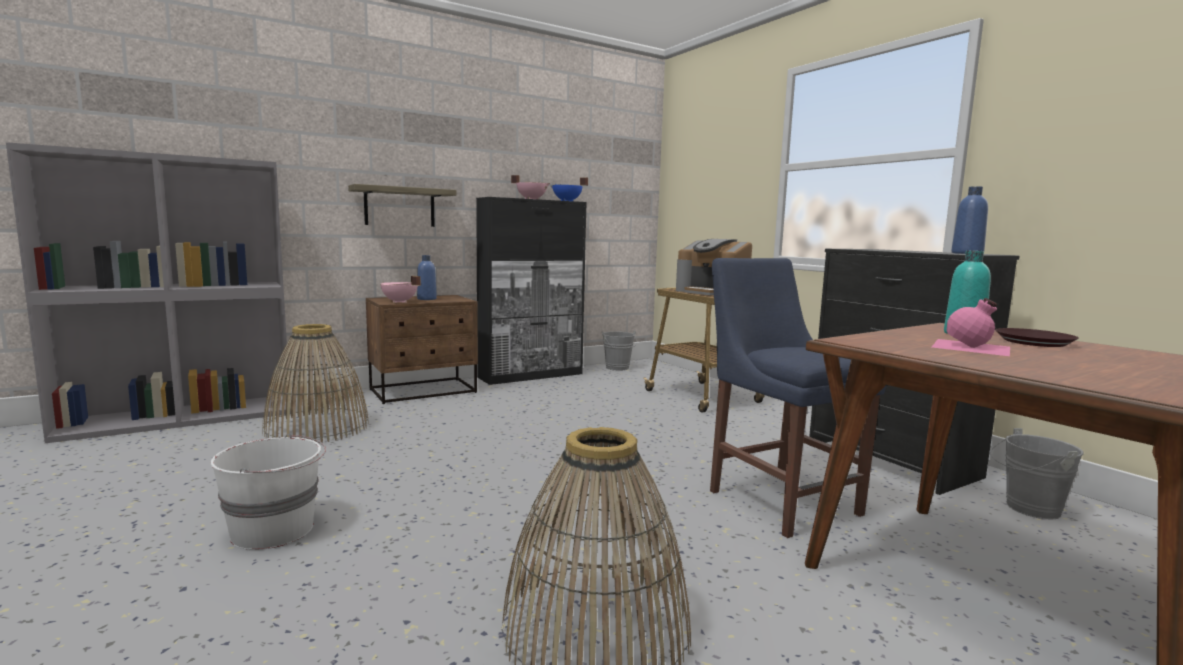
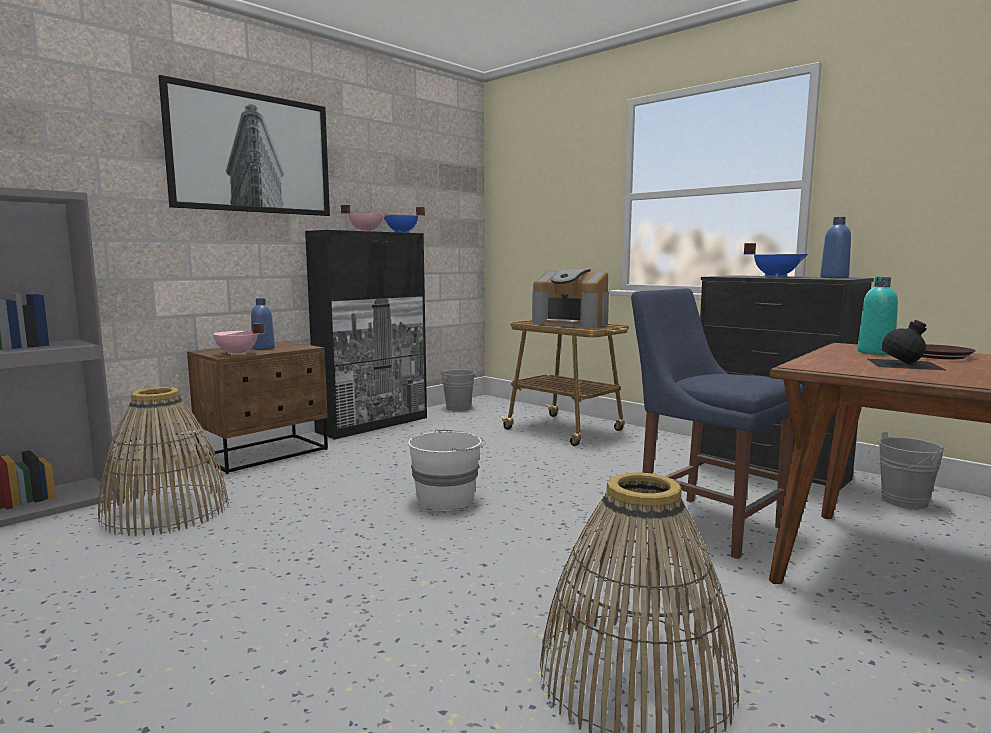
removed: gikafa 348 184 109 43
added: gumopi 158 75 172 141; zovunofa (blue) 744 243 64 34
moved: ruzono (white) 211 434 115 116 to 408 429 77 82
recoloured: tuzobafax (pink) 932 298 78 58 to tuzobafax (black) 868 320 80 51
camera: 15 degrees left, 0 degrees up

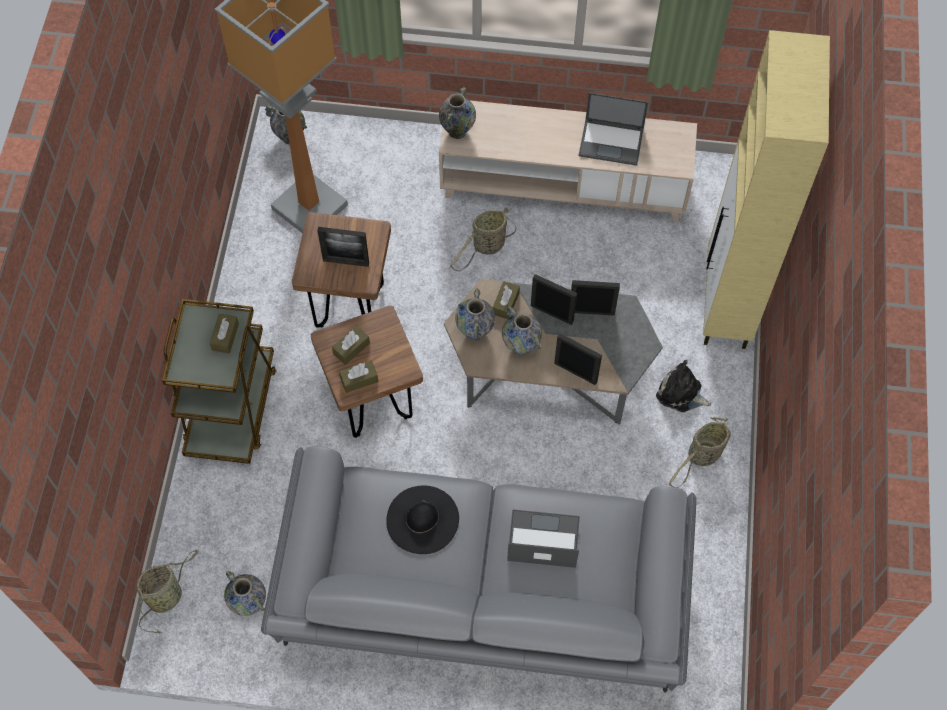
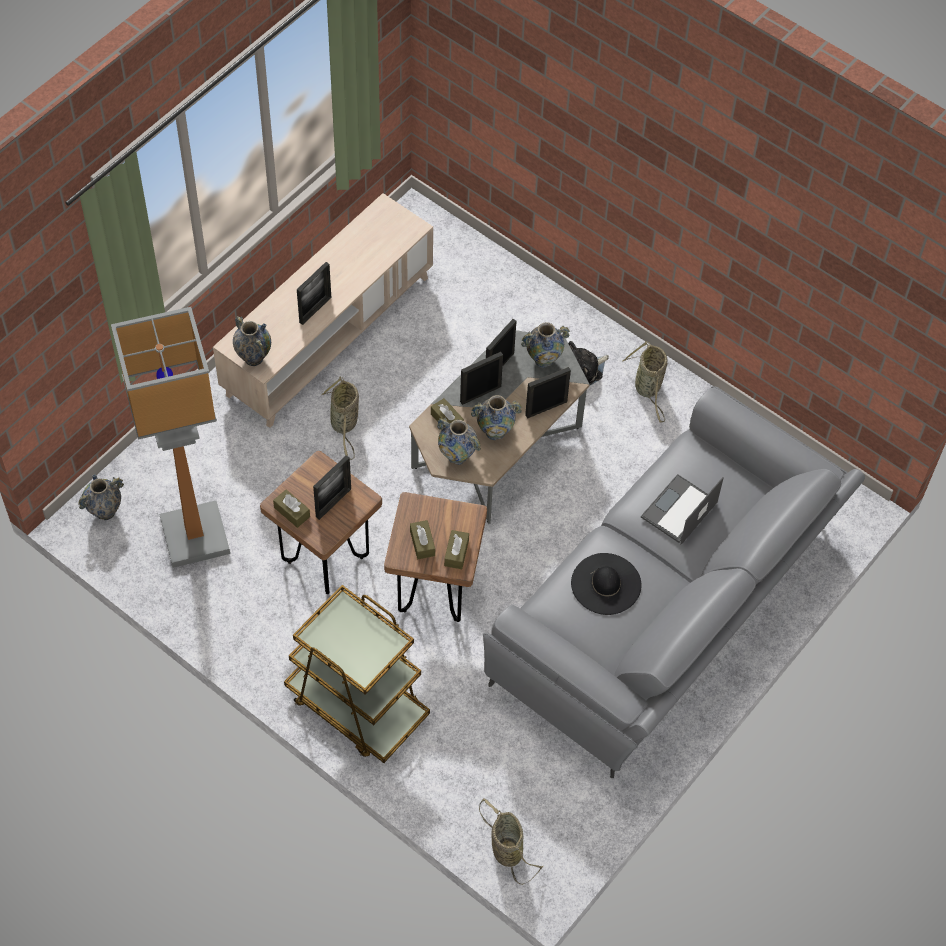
removed: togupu 579 92 69 74; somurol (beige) 703 30 127 319
added: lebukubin 297 262 34 63
moved: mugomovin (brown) 210 314 29 40 to 273 489 37 39; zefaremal 224 571 42 45 to 521 322 49 46
camera: 60 degrees left, 5 degrees down

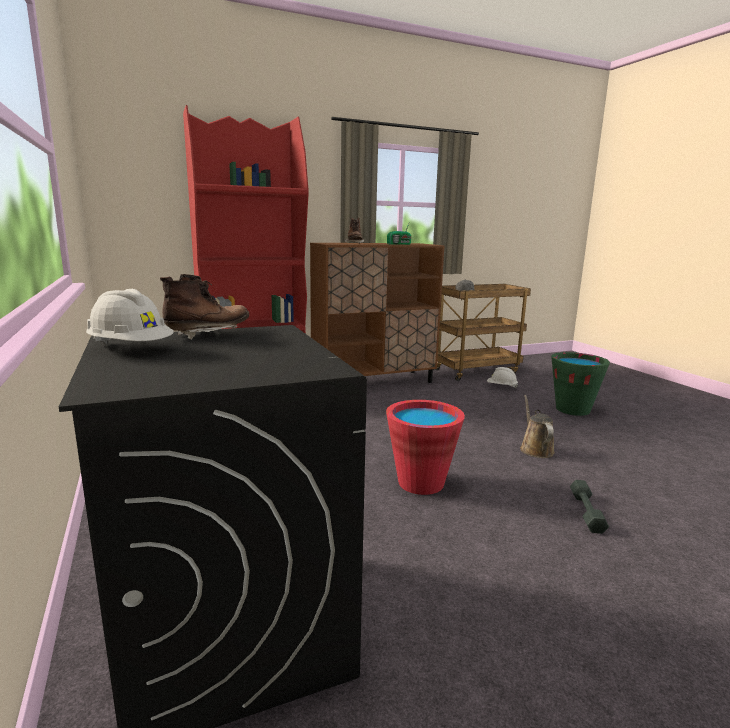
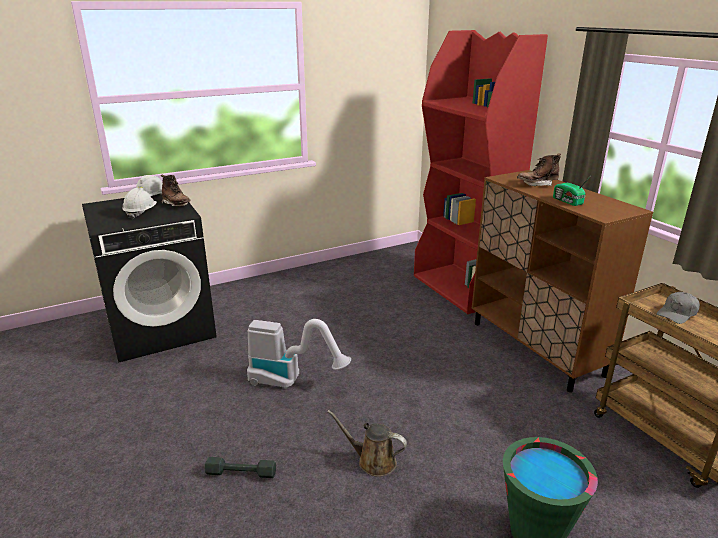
moved: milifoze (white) 487 367 31 21 to 122 188 35 31
replaced: ruzono (red) 386 400 79 95 to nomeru 247 319 104 70
turned: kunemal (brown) 520 395 35 63 = 327 410 80 67 150 degrees counterclockwise
camera: 85 degrees right, 10 degrees up

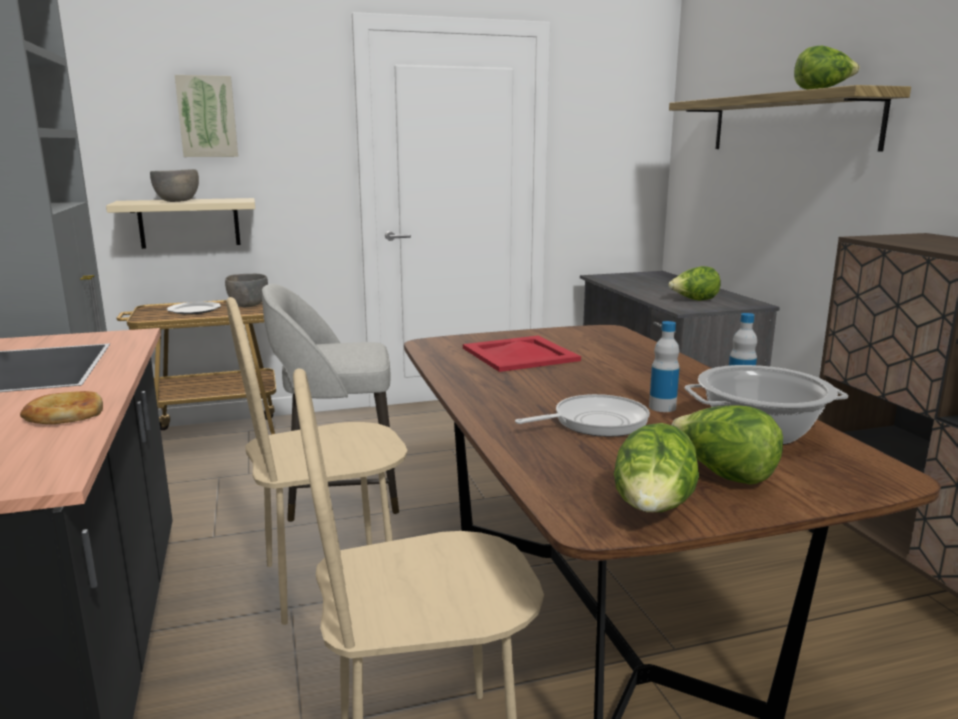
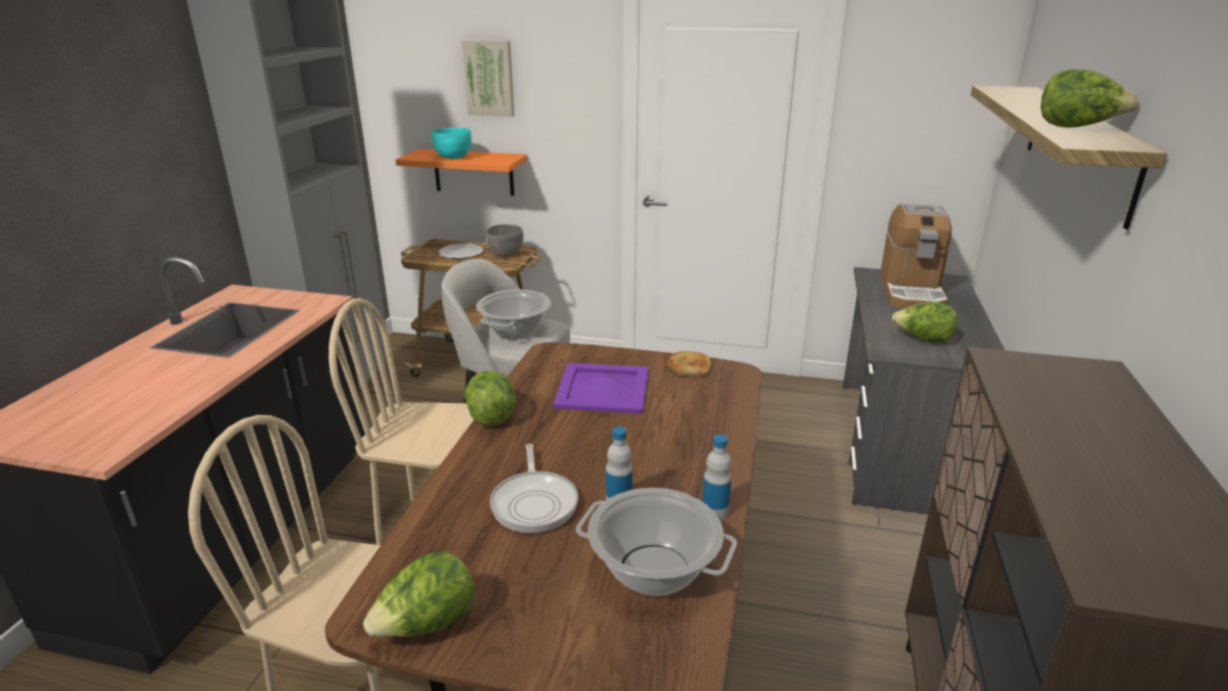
added: zovunofa 476 290 75 49; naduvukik 880 204 72 105
moved: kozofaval 20 391 83 33 to 666 351 45 26; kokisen 672 405 111 80 to 464 371 52 55
recoloured: gikafa (beige) 106 198 149 51 to gikafa (orange) 396 149 131 47; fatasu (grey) 150 169 49 33 to fatasu (turquoise) 431 128 41 31; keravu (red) 463 336 118 36 to keravu (purple) 553 363 96 51
turned: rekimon 515 394 135 43 = 490 444 88 89 75 degrees clockwise
camera: 30 degrees right, 10 degrees up

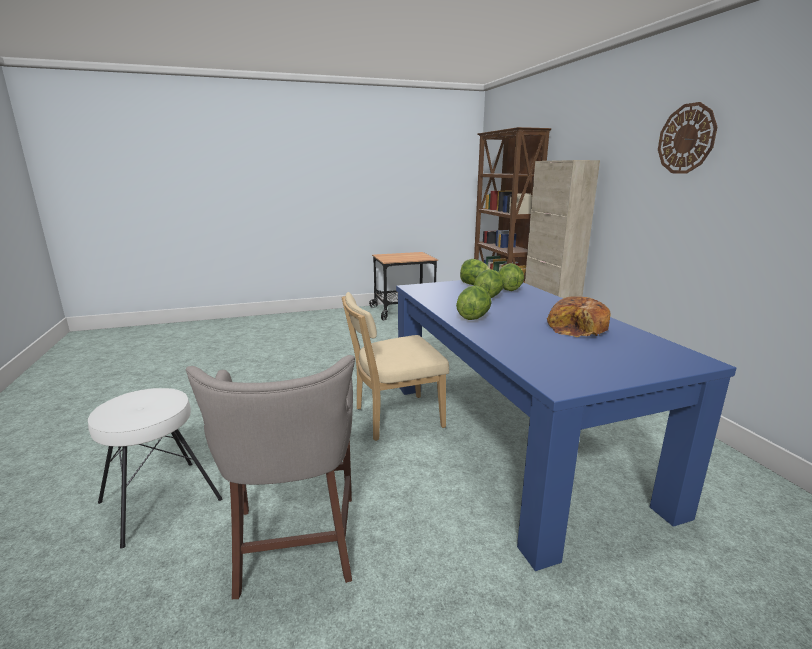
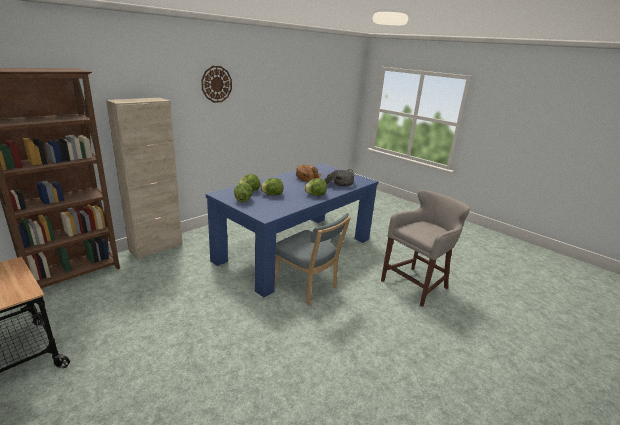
removed: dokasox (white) 88 388 134 161
added: zovunofa 324 169 31 18
recoloured: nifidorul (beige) 342 292 107 149 to nifidorul (blue) 275 213 76 92
camera: 120 degrees left, 5 degrees up

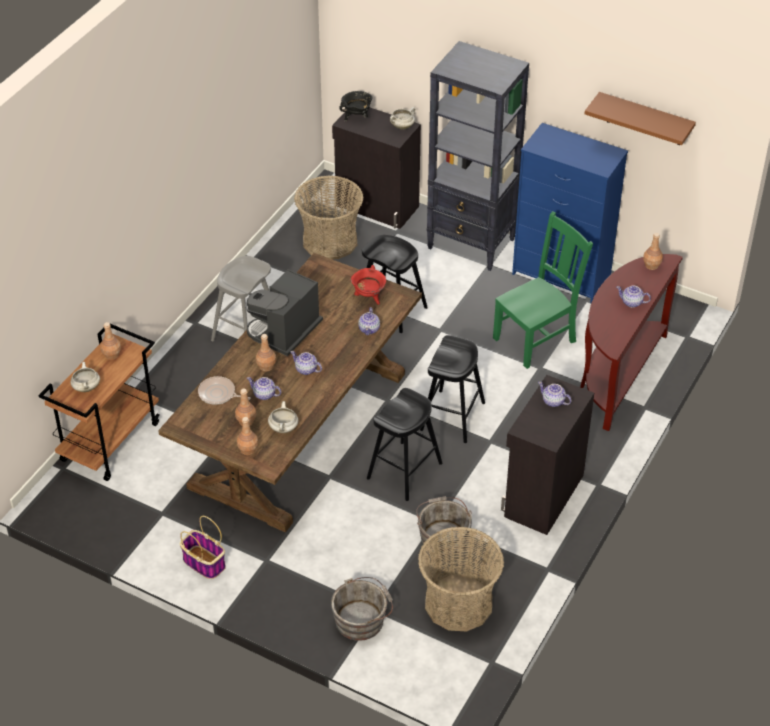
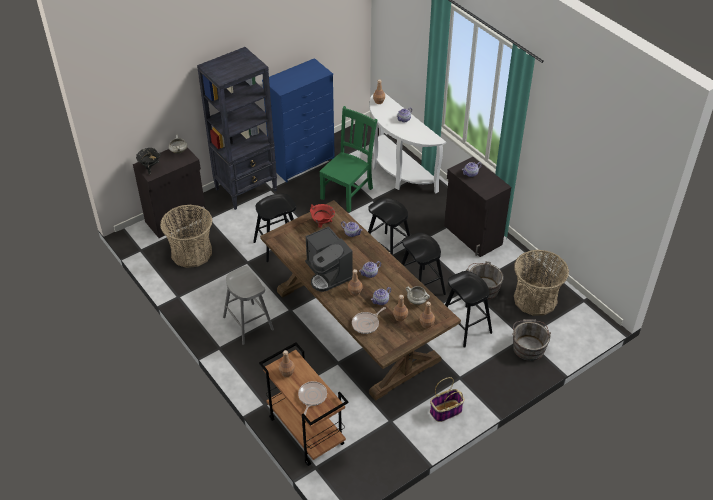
removed: gikafa (brown) 584 92 112 53
added: dokasox (black) 445 271 47 77
replaced: zovunofa (white) 71 362 29 30 to rekimon 298 381 29 35
recoloured: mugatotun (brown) 580 254 103 177 to mugatotun (white) 369 93 77 100
turned: nifidorul (green) 493 211 100 158 = 319 106 58 106 45 degrees clockwise
camera: 65 degrees left, 0 degrees up

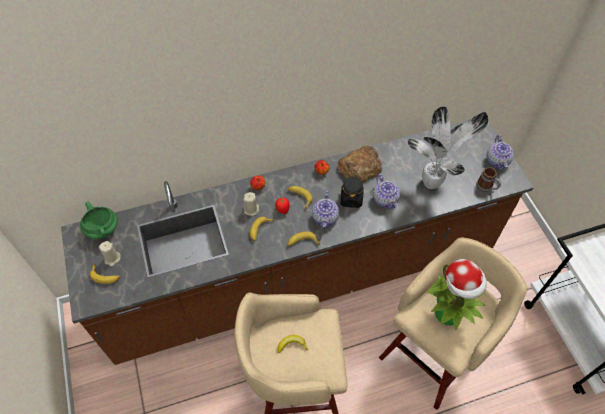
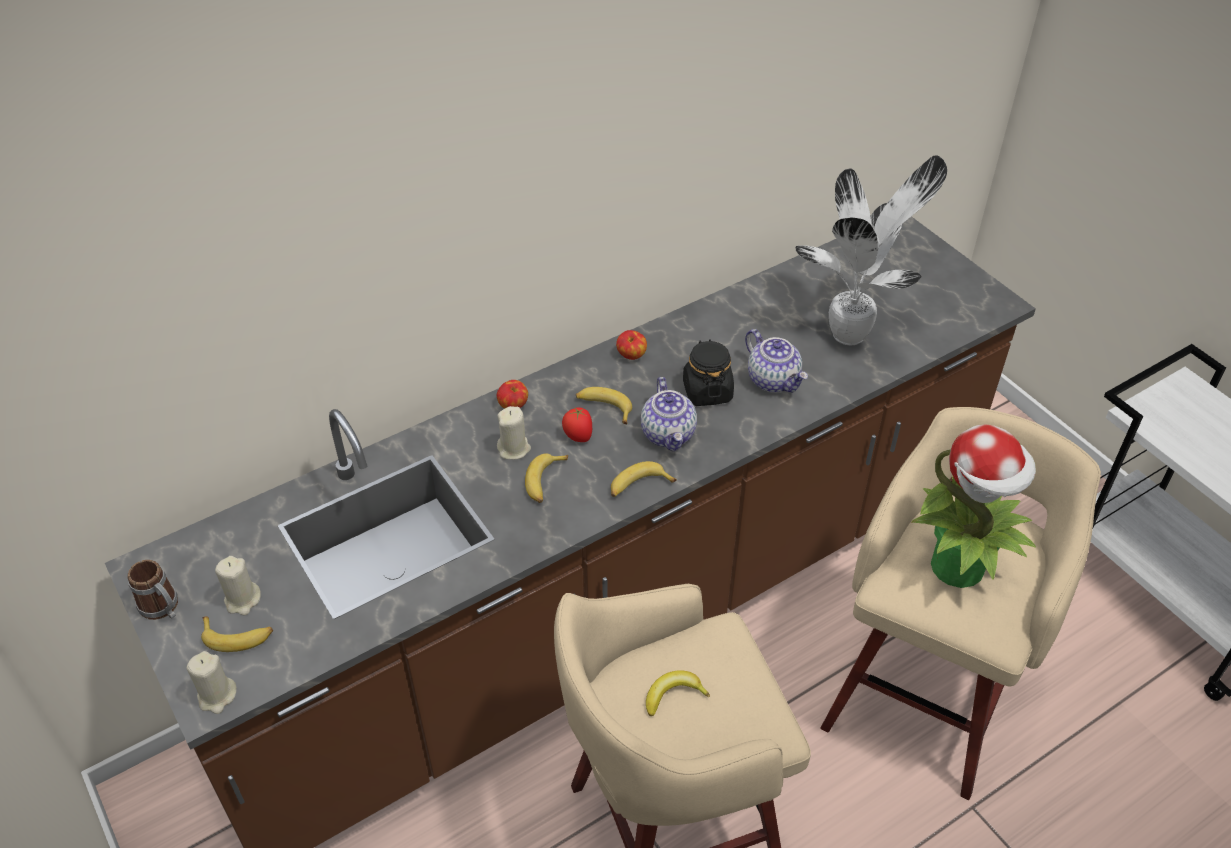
removed: zovunofa (green) 80 202 38 37; kozofaval 337 146 45 37; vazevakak 486 135 28 35
added: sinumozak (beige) 186 651 51 63
moved: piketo 476 167 25 26 to 128 560 50 60
camera: 15 degrees left, 10 degrees down

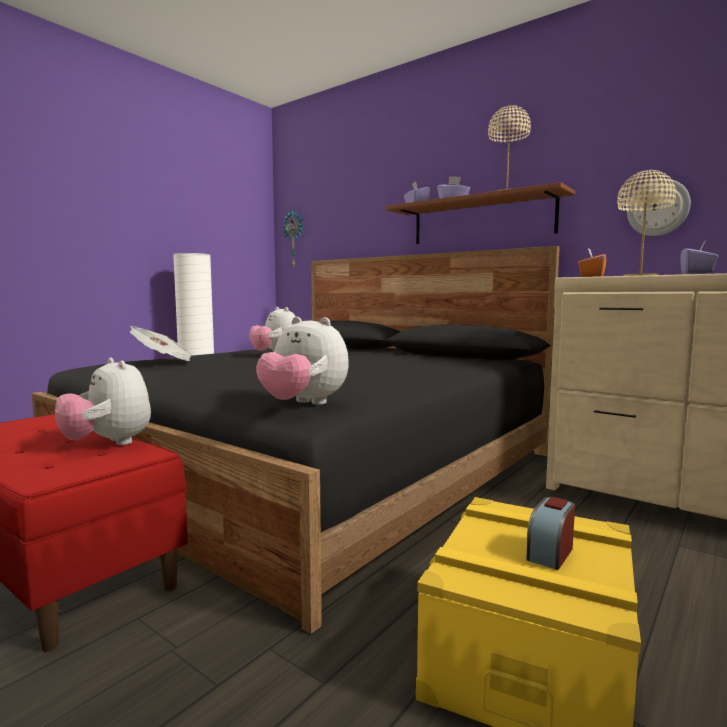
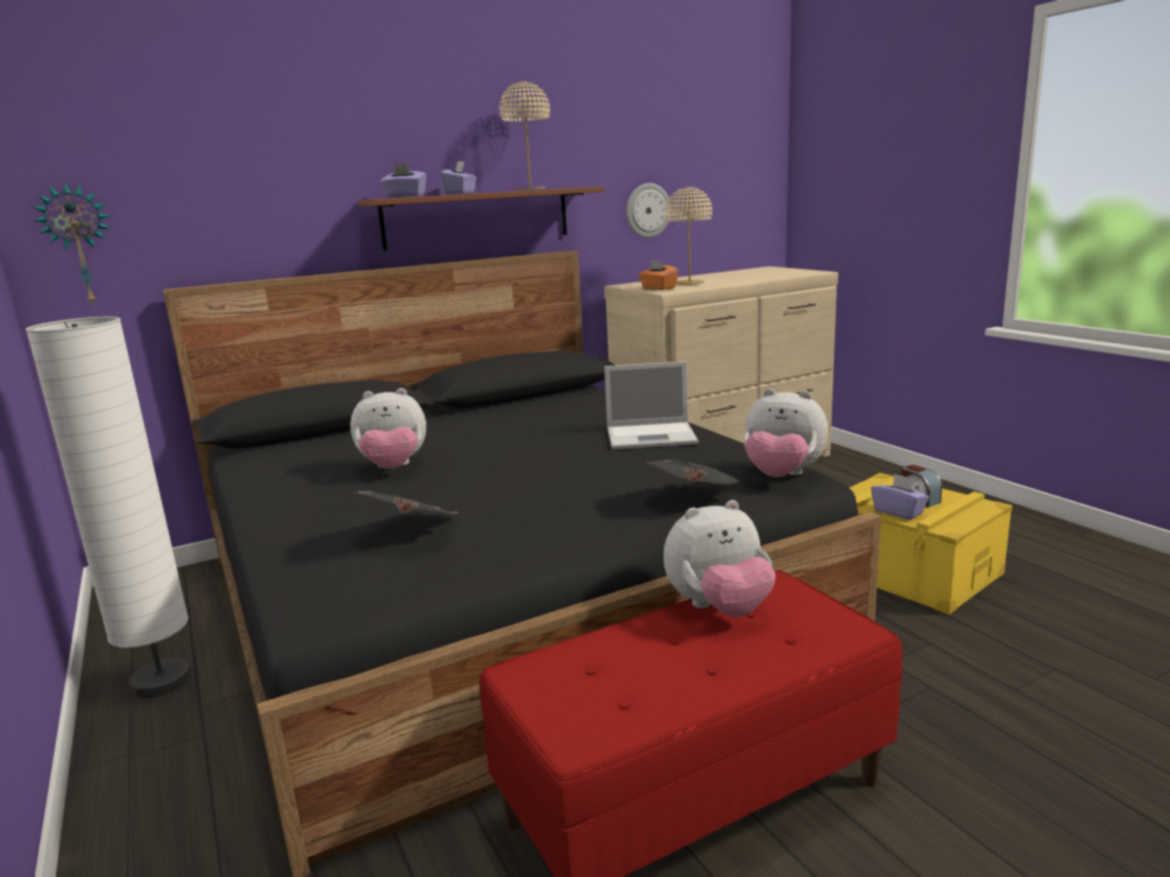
added: togupu 604 361 95 88; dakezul 645 460 94 25
moved: mugomovin (purple) 680 240 39 34 to 871 474 58 46
turned: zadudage 256 317 93 88 = 744 388 84 89 60 degrees clockwise
camera: 65 degrees left, 10 degrees up

